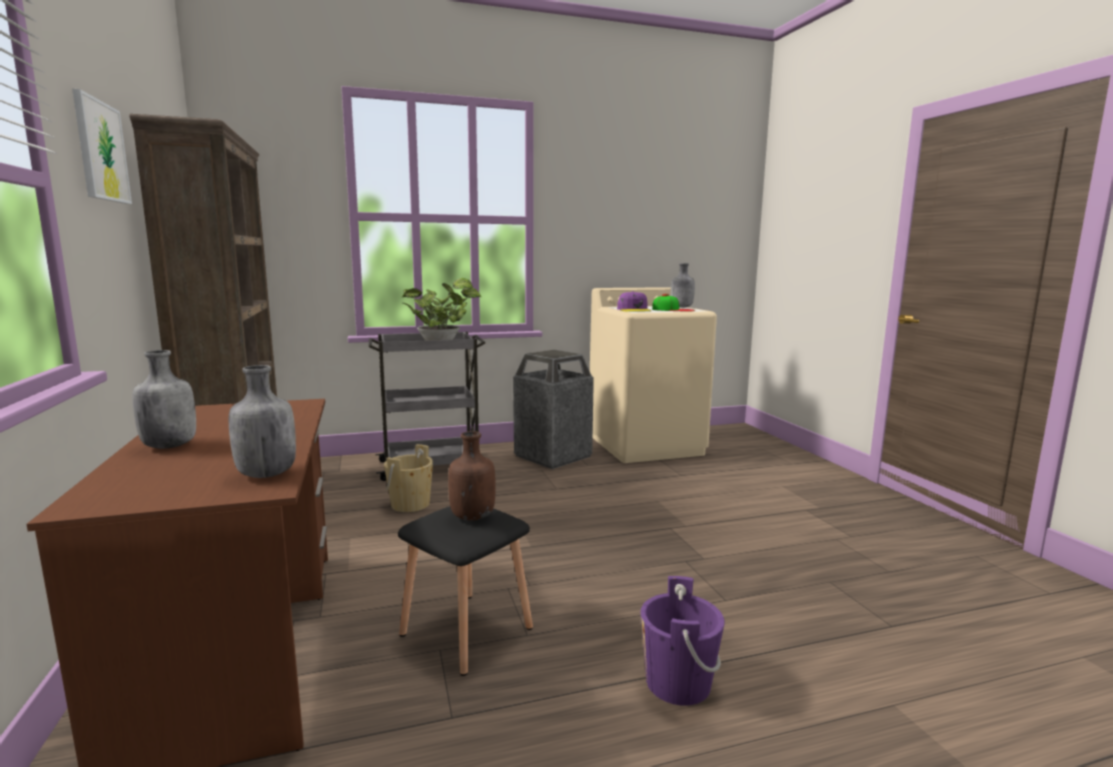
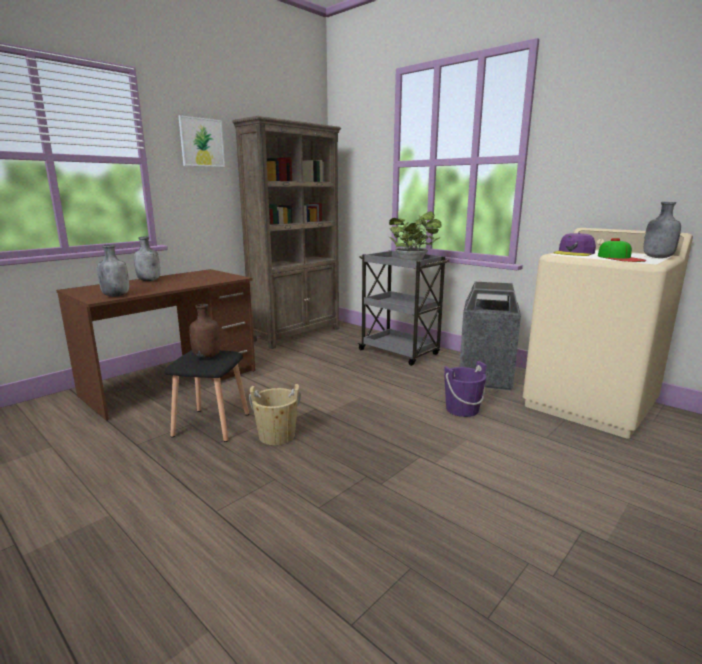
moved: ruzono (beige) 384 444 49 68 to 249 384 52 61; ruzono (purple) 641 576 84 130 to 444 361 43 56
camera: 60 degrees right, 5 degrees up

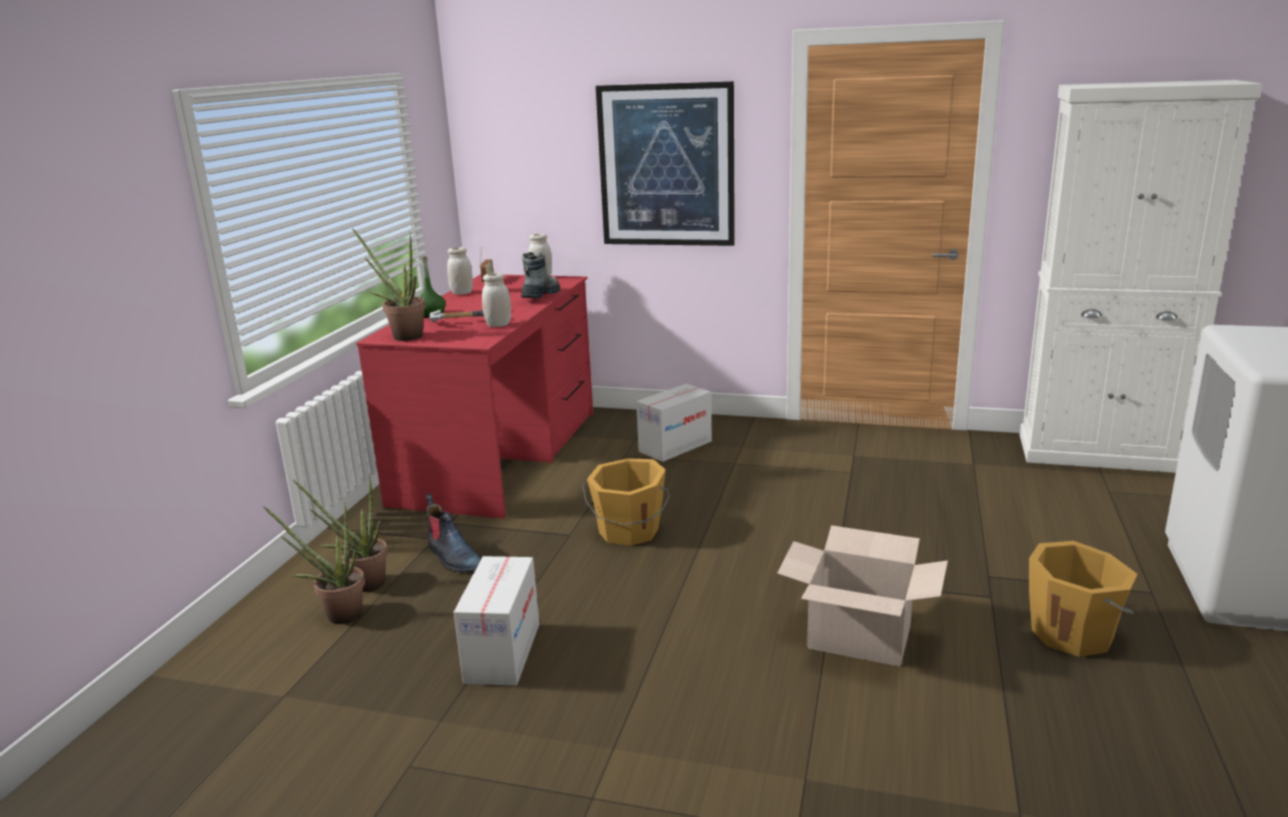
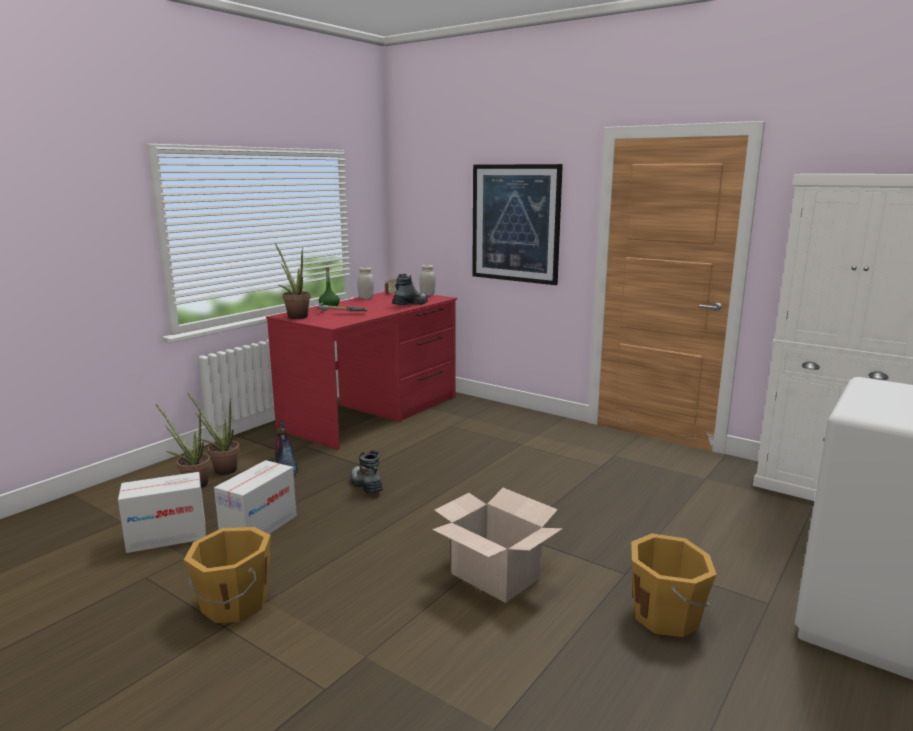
removed: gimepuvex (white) 482 273 29 54
added: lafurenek 350 450 33 43
moved: ruzono (orange) 582 458 88 88 to 184 527 87 96; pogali 636 384 76 78 to 118 472 88 81
camera: 20 degrees right, 5 degrees down

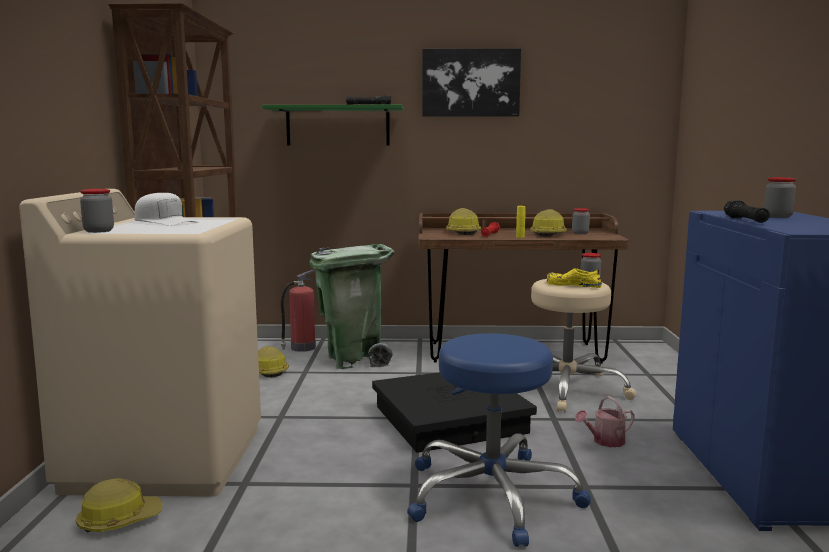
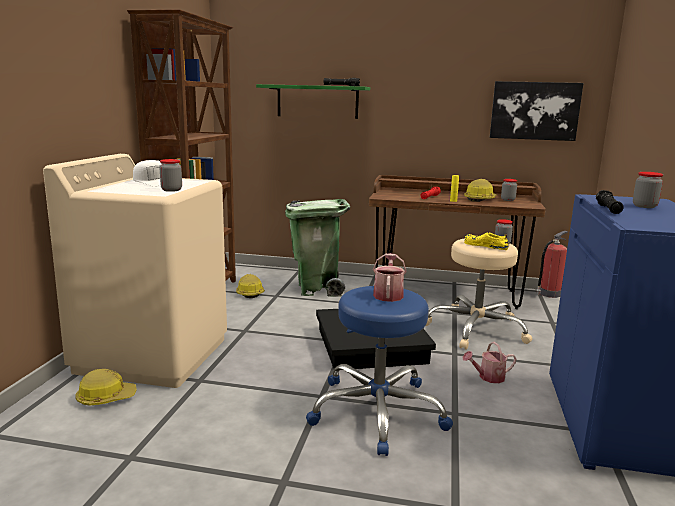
removed: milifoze 446 208 35 27
added: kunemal 373 253 34 49
moved: gimepuvex 80 189 34 44 to 159 159 23 33; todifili 281 270 35 82 to 536 231 32 67; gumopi 422 48 99 69 to 490 81 94 60
camera: 10 degrees right, 5 degrees up

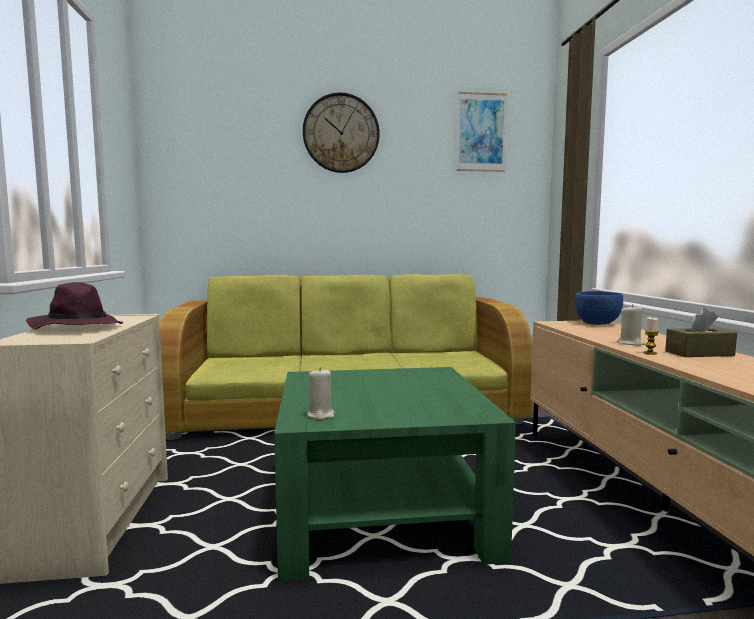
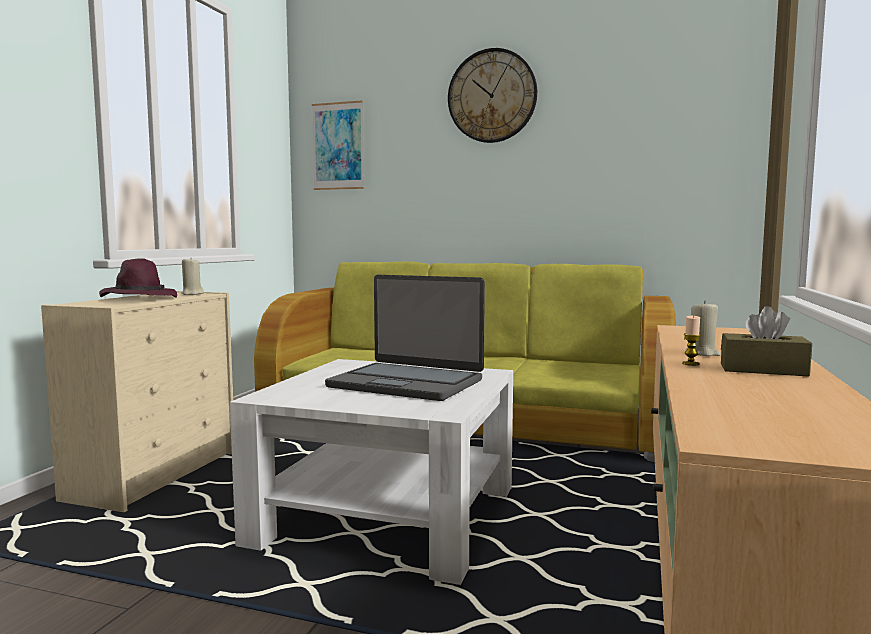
removed: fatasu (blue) 575 291 48 34
added: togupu 325 275 160 126
moved: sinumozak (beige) 307 367 28 53 to 181 258 23 37; gumopi 457 92 50 80 to 312 100 53 90
recoloured: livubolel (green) 274 367 242 214 to livubolel (white) 230 359 283 226
camera: 25 degrees right, 0 degrees up

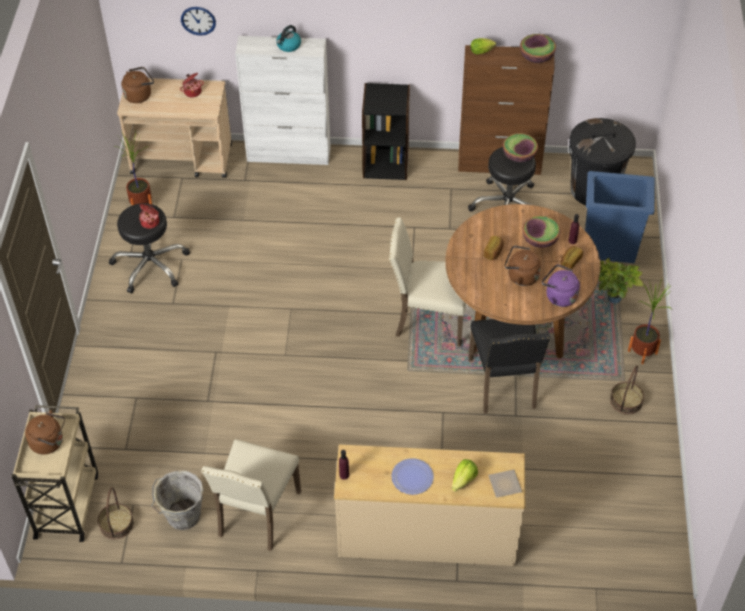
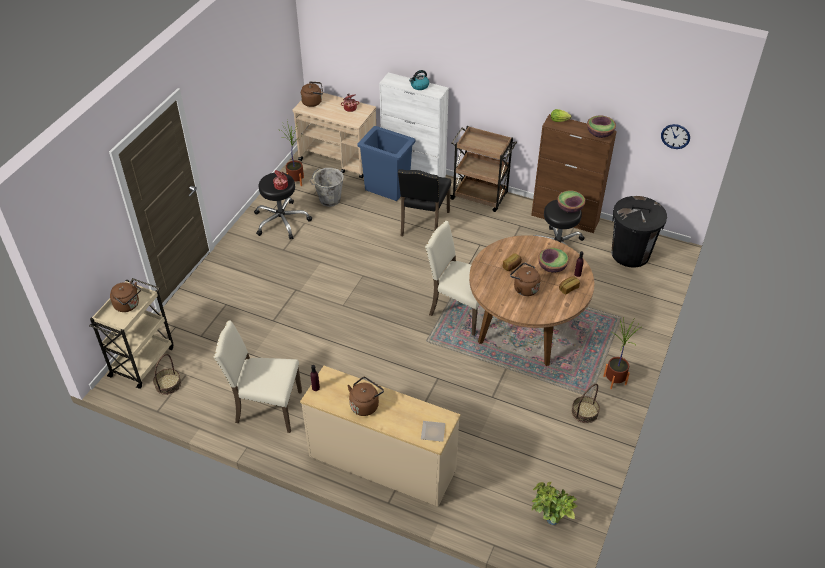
removed: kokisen 452 459 26 32; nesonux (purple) 542 264 38 43
moved: ruzono (grey) 152 471 51 59 to 309 168 35 39; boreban 181 7 35 29 to 661 124 29 25; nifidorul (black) 468 319 82 95 to 398 169 53 67; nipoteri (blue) 585 171 70 92 to 358 126 57 75; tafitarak 599 258 44 46 to 532 482 45 43
replaced: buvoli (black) 362 83 48 97 to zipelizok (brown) 450 126 67 86; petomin 391 458 43 37 to nesonux (brown) 348 377 36 39
turned: nifidorul (beige) 201 439 100 112 = 213 320 89 113 60 degrees clockwise
camera: 20 degrees right, 5 degrees down

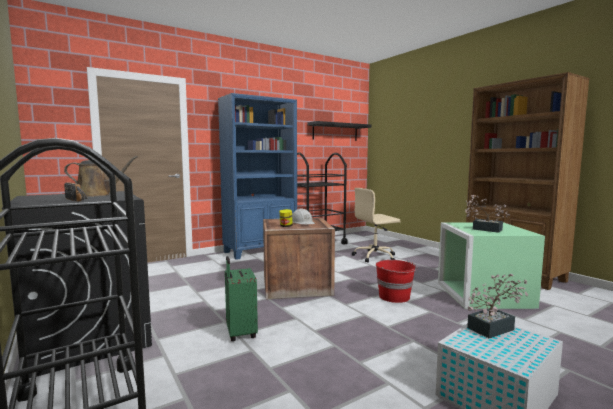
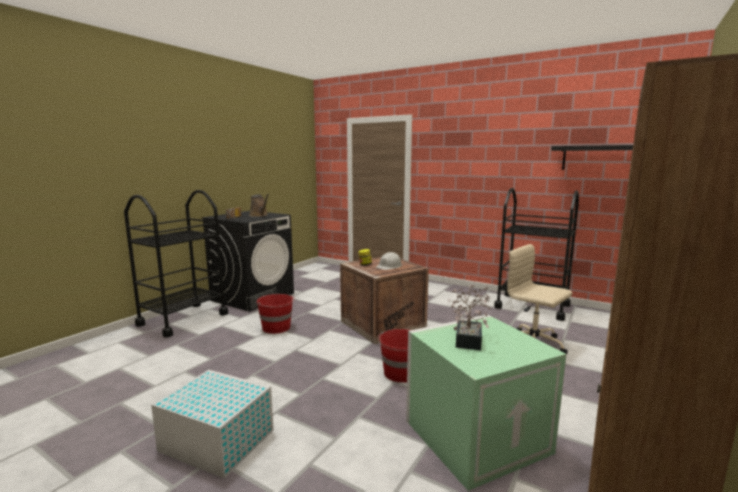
removed: buvoli (blue) 218 93 79 167; tafitarak 467 274 61 64
replaced: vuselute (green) 225 256 33 85 to ruzono (red) 257 294 38 40
camera: 65 degrees right, 5 degrees up

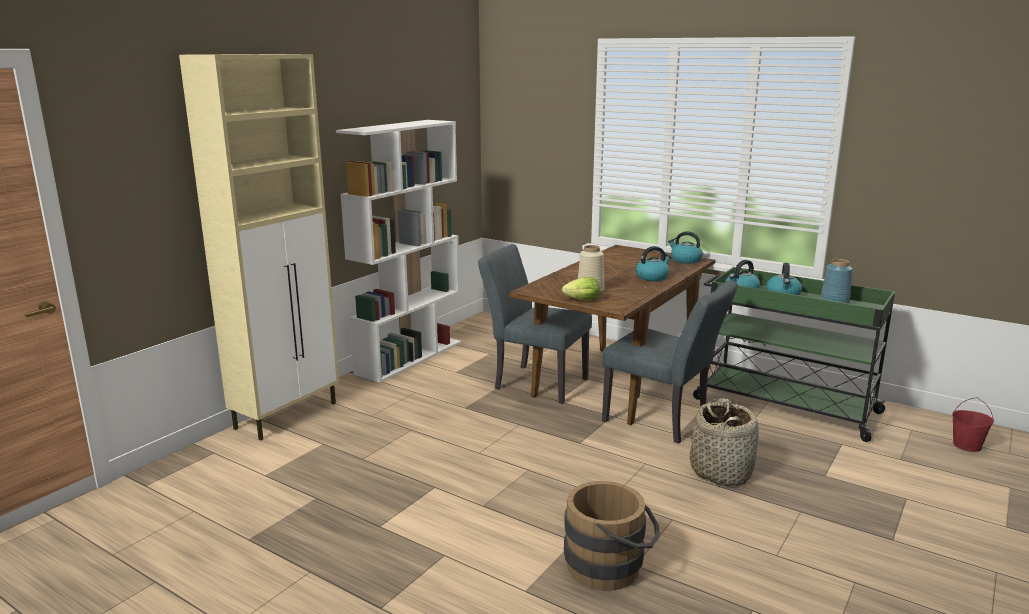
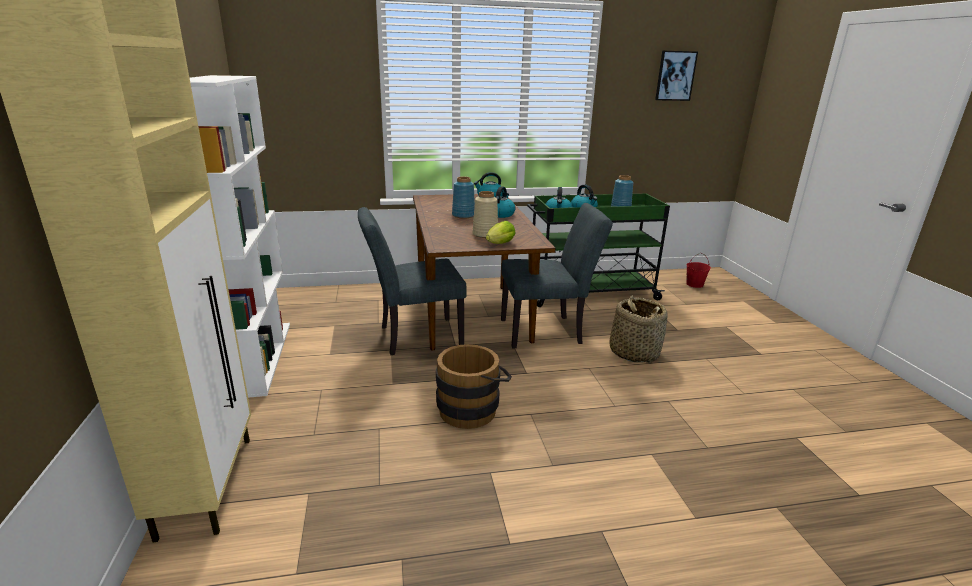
added: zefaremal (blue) 452 177 23 41; gumopi 655 51 43 50
moved: ruzono (brown) 564 481 96 110 to 436 344 76 85
camera: 45 degrees left, 5 degrees up

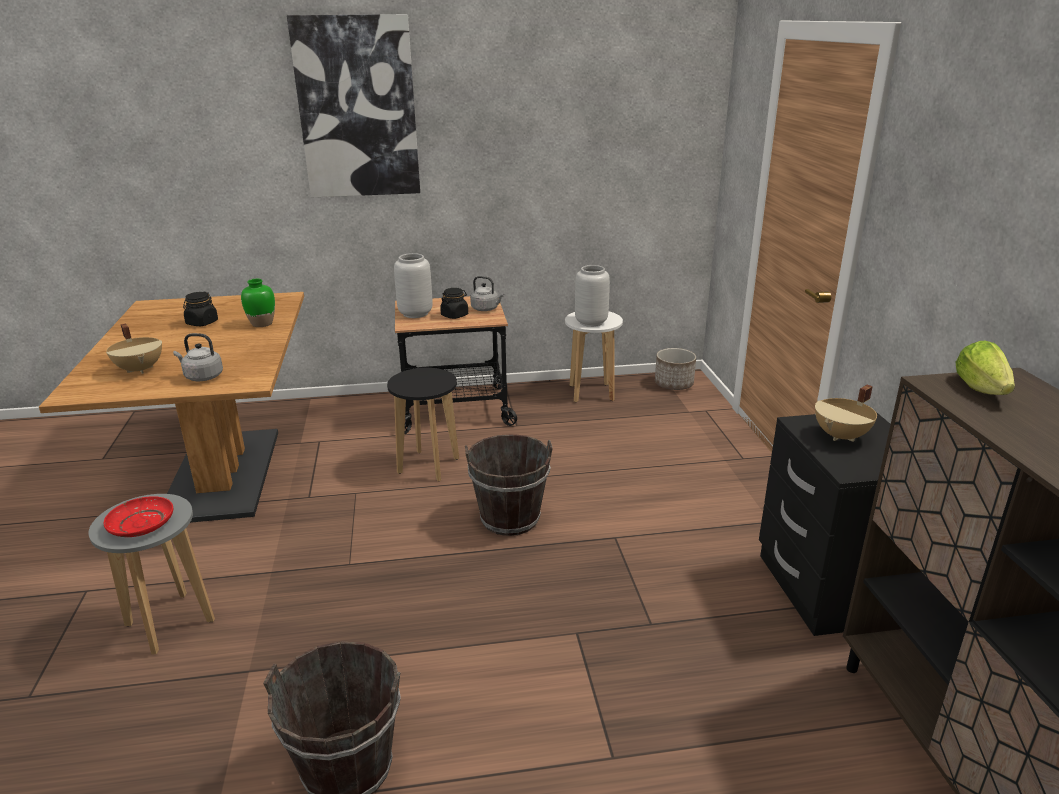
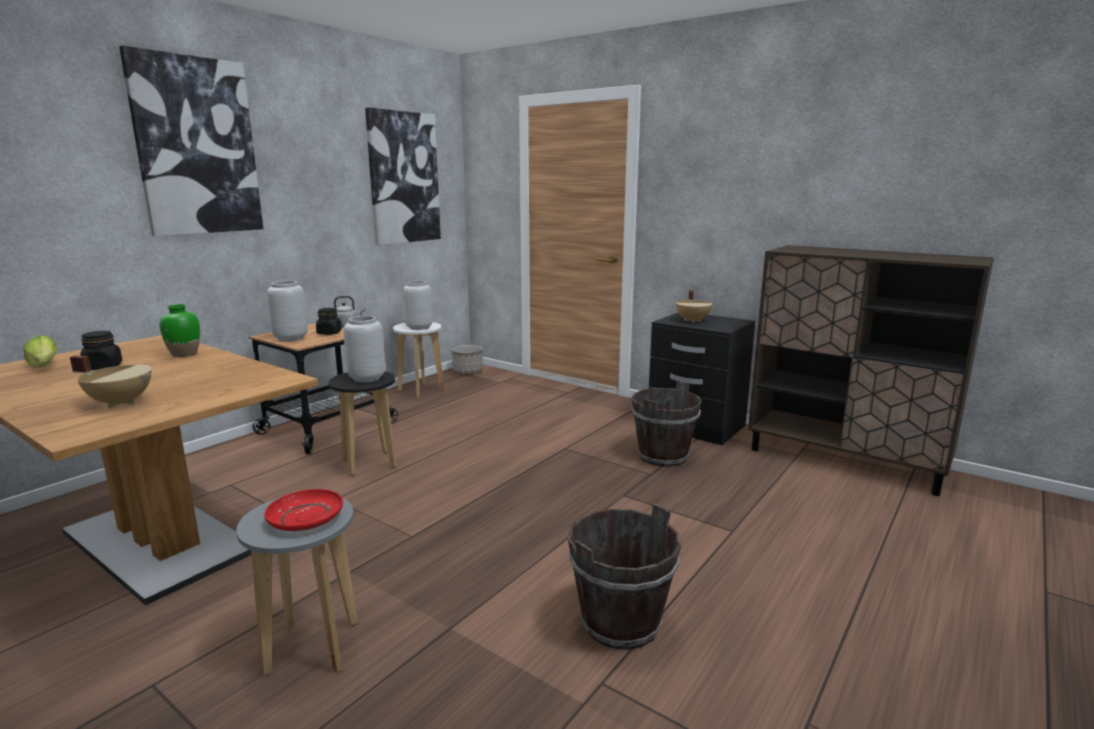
removed: nesonux (grey) 173 333 50 48
added: zefaremal (grey) 344 316 41 67; gumopi 365 107 76 138
moved: ruzono (brown) 465 434 88 102 to 632 382 70 85; kokisen 956 341 59 54 to 23 335 35 33
camera: 45 degrees left, 10 degrees down

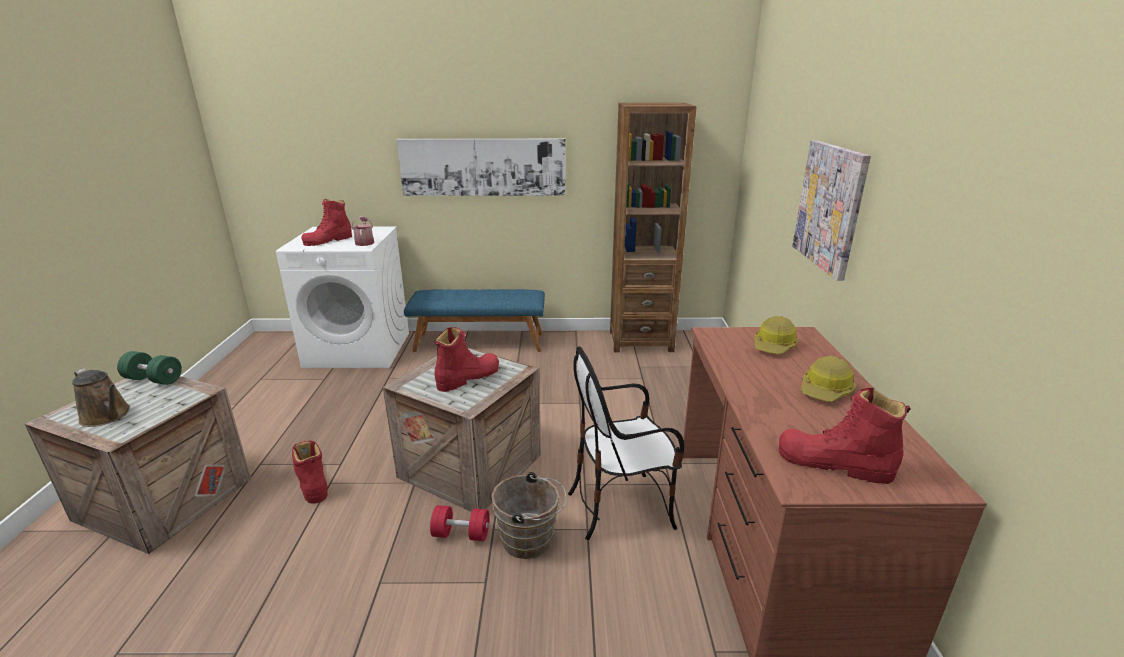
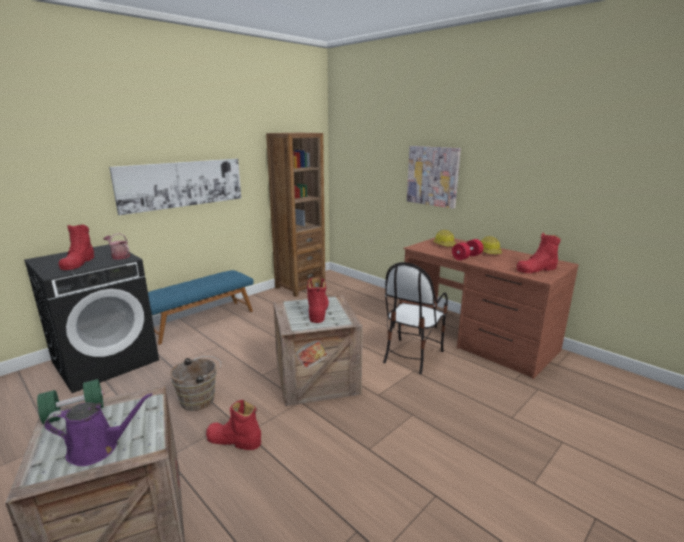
moved: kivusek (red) 430 505 59 36 to 452 239 31 21; ruzono (brown) 491 472 76 87 to 170 356 51 55
recoloured: kunemal (brown) 72 368 58 59 to kunemal (purple) 44 393 108 73; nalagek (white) 276 227 133 141 to nalagek (black) 24 244 135 149
camera: 45 degrees left, 5 degrees down

